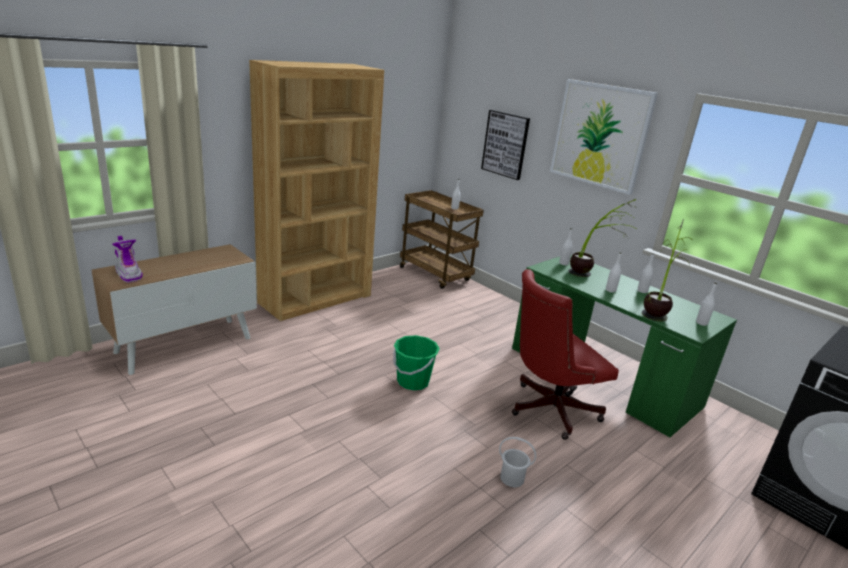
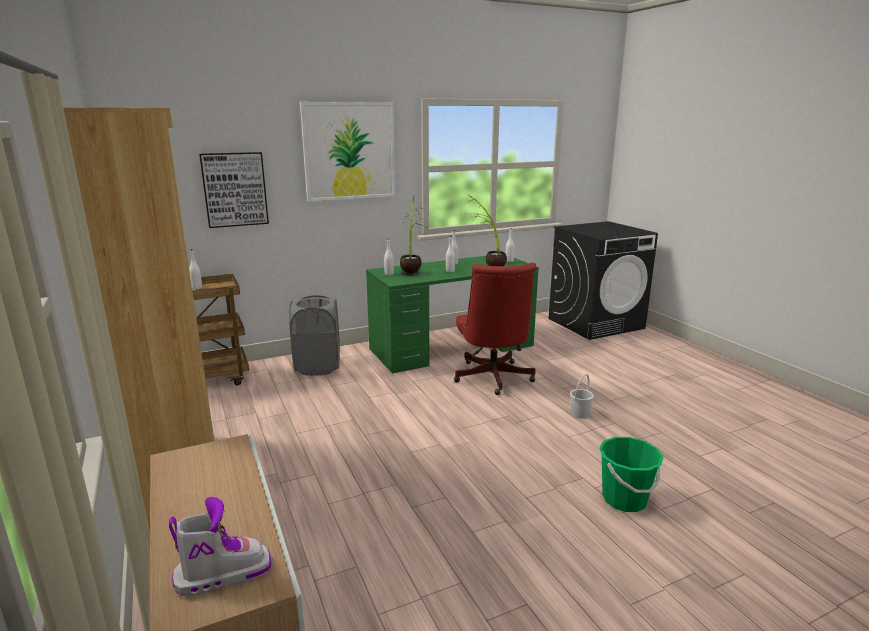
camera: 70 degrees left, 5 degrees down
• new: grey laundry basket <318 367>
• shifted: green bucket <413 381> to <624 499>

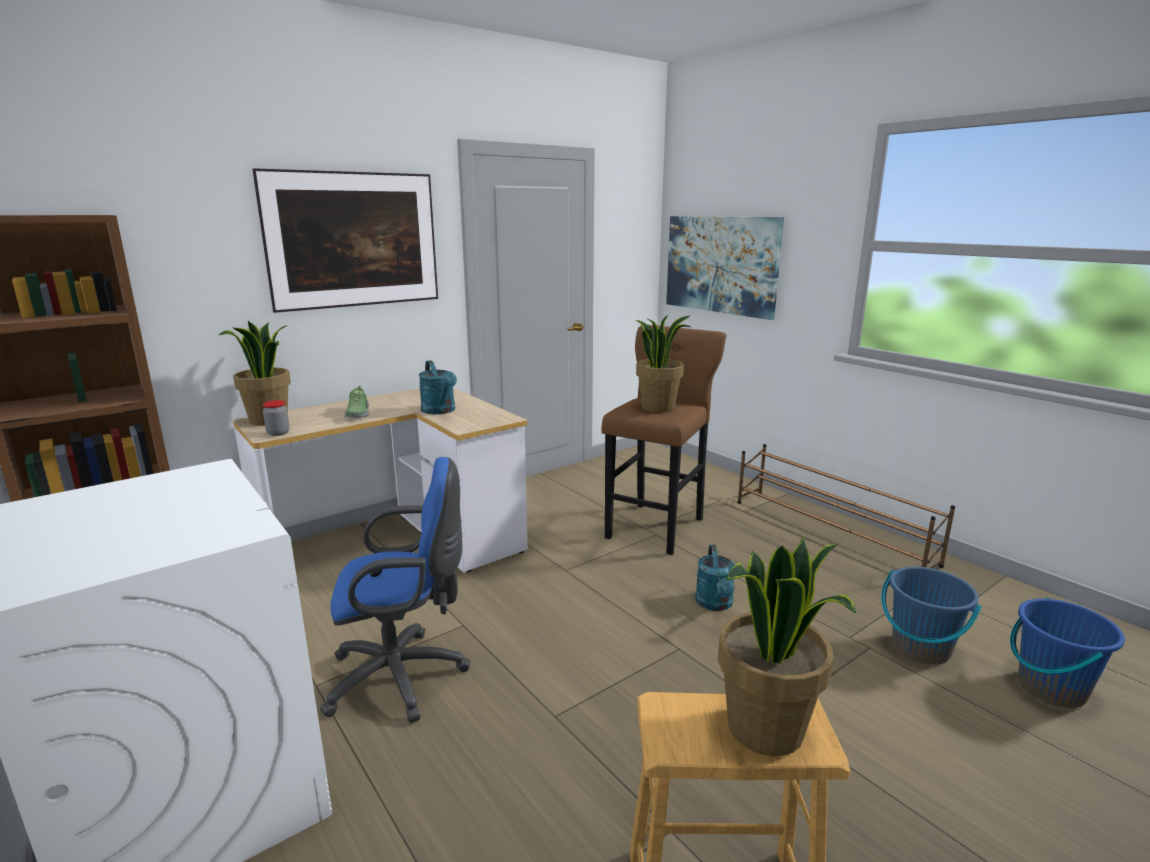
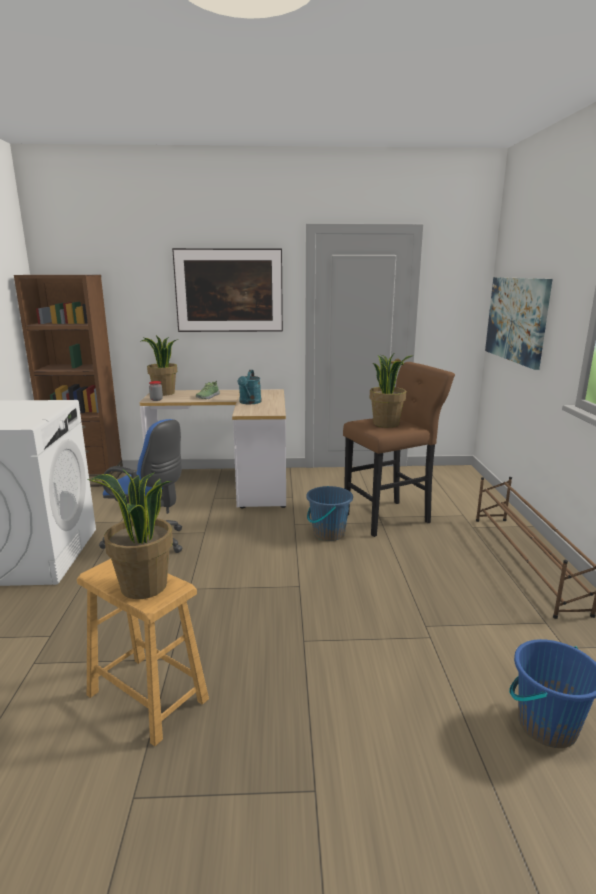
camera: 35 degrees right, 0 degrees up
• shifted: blue bucket <920 648> to <328 534>
• gone: turquoise watering can <715 604>

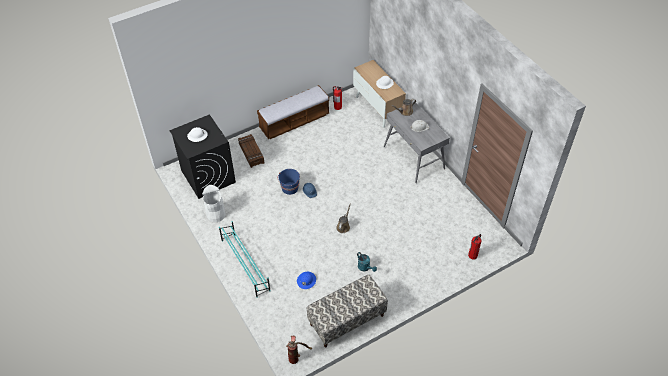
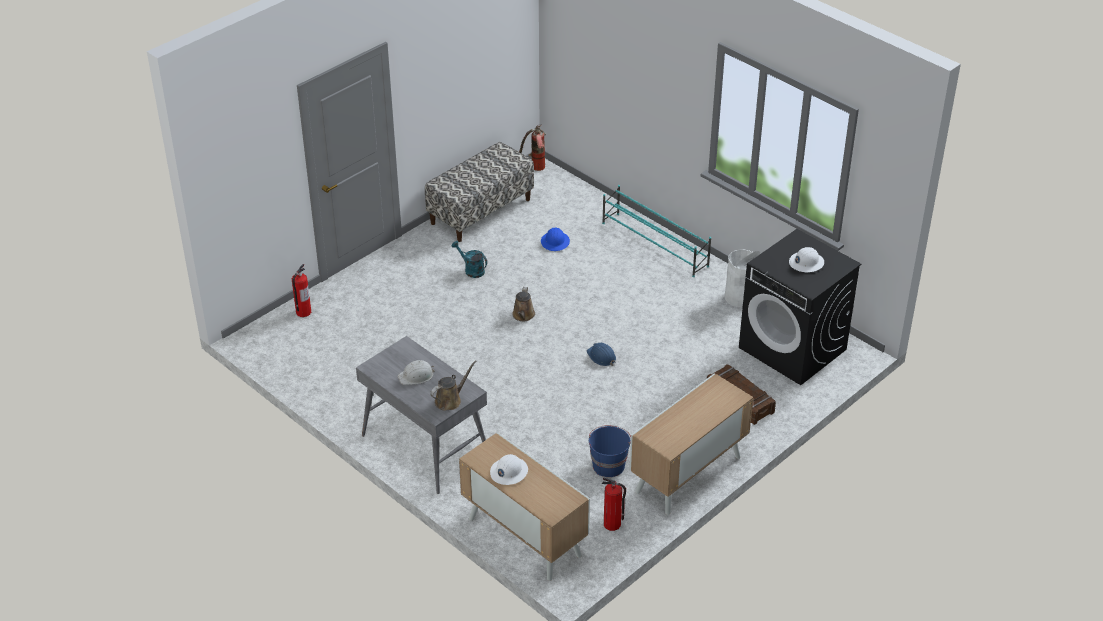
camera: 165 degrees right, 10 degrees down
• shifted: blue bucket <290 188> to <608 465>
• swapped: bench <294 122> to cabinet <688 475>

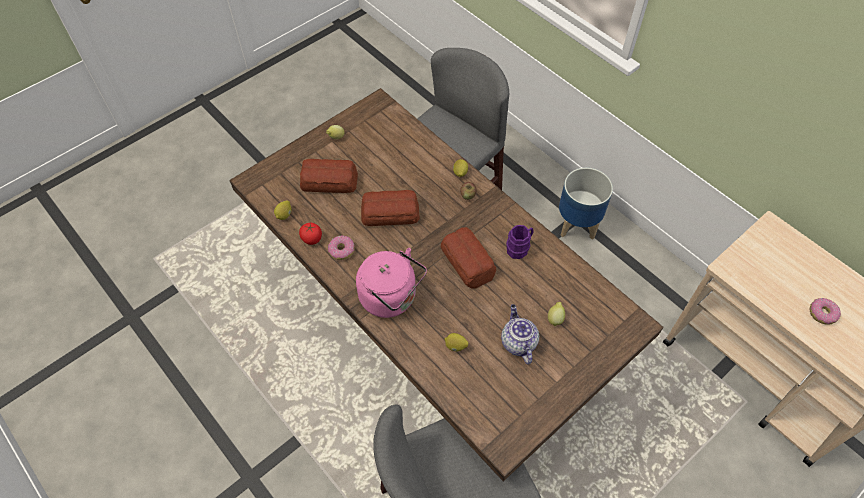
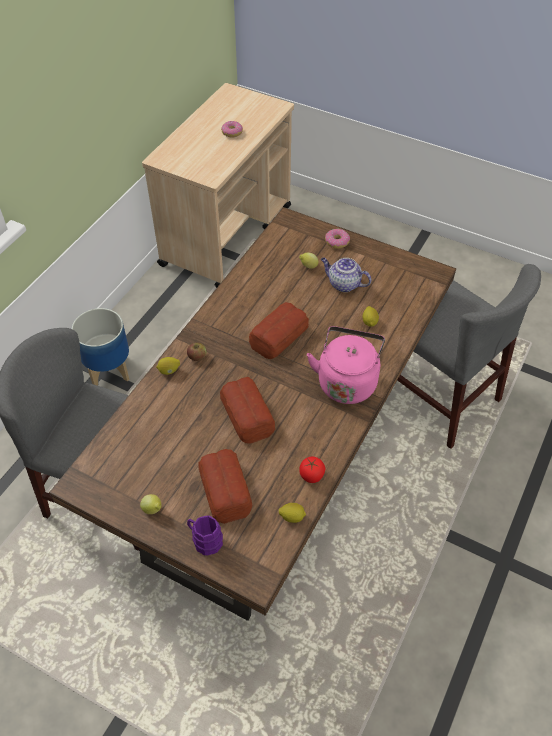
camera: 110 degrees left, 5 degrees down
• shifted: purple mug <519 248> to <204 540>
• rotated: teapot <517 342> = <343 284> 60 degrees clockwise
• shifted: donut <341 250> to <337 242>

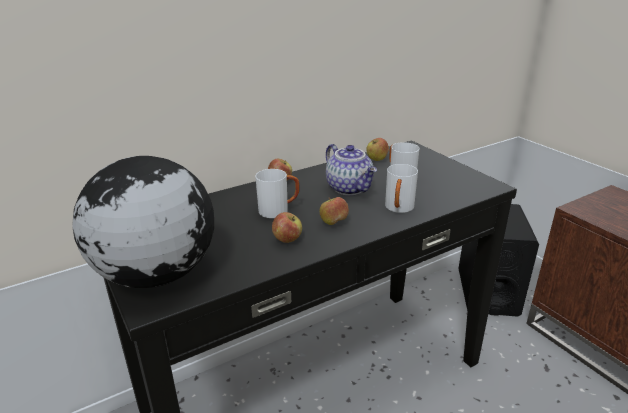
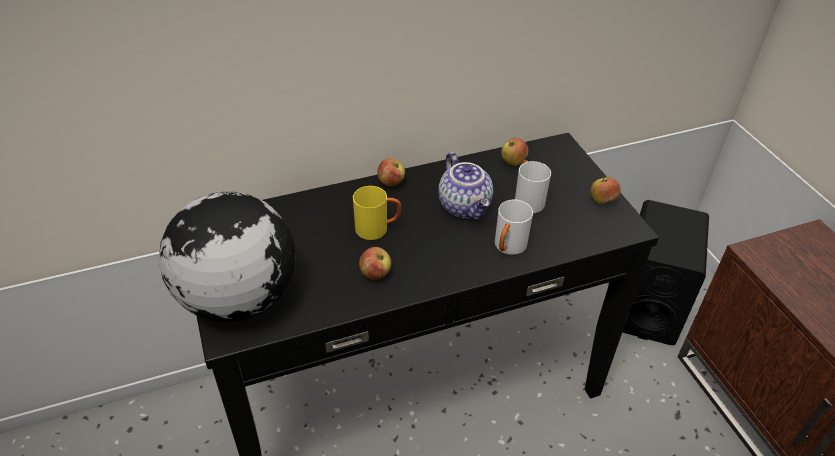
camera: 10 degrees right, 15 degrees up
• repainted: white mug <279 210> to yellow mug <378 229>
• shifted: apple <333 222> to <602 200>

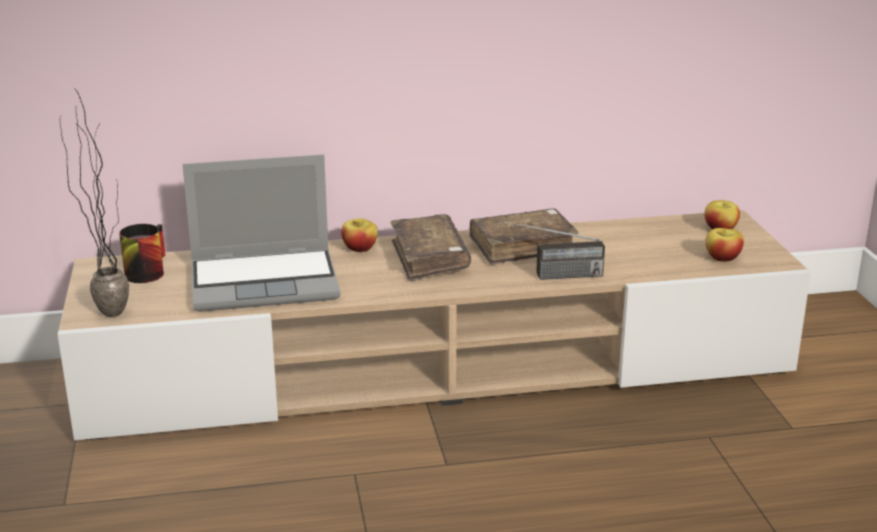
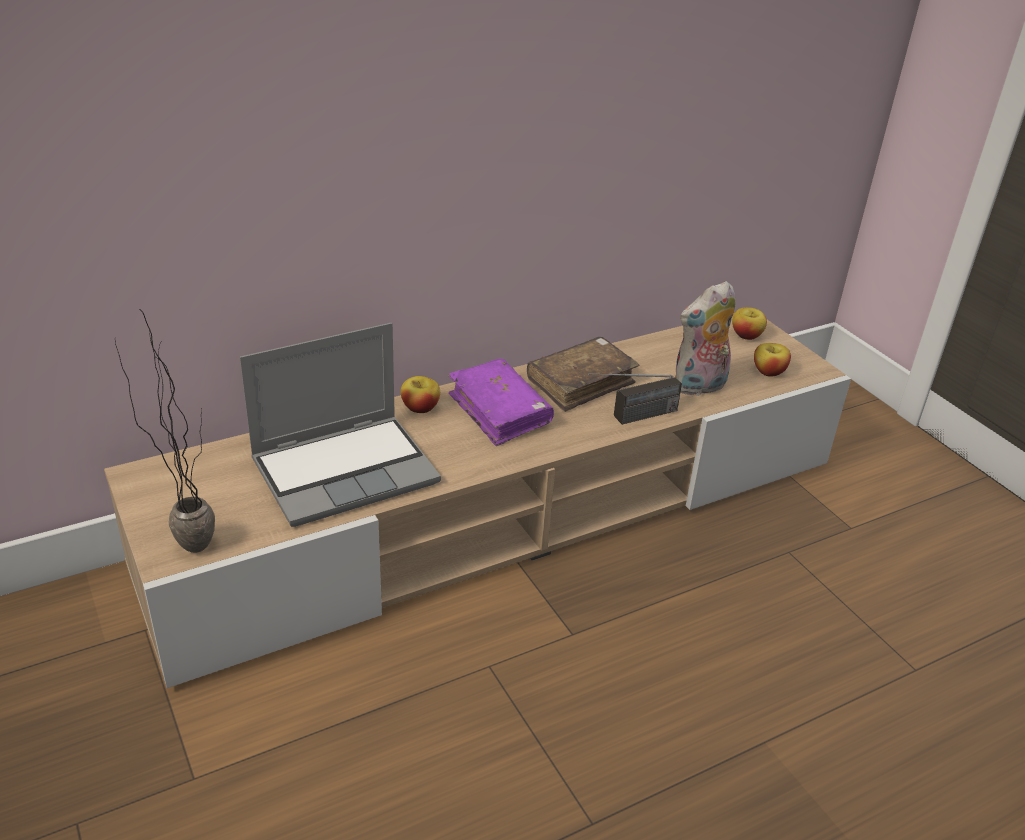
camera: 20 degrees left, 10 degrees up
• repainted: brown book <429 258> to purple book <499 412>
• new: plush toy <699 387>
• gone: mug <145 271>

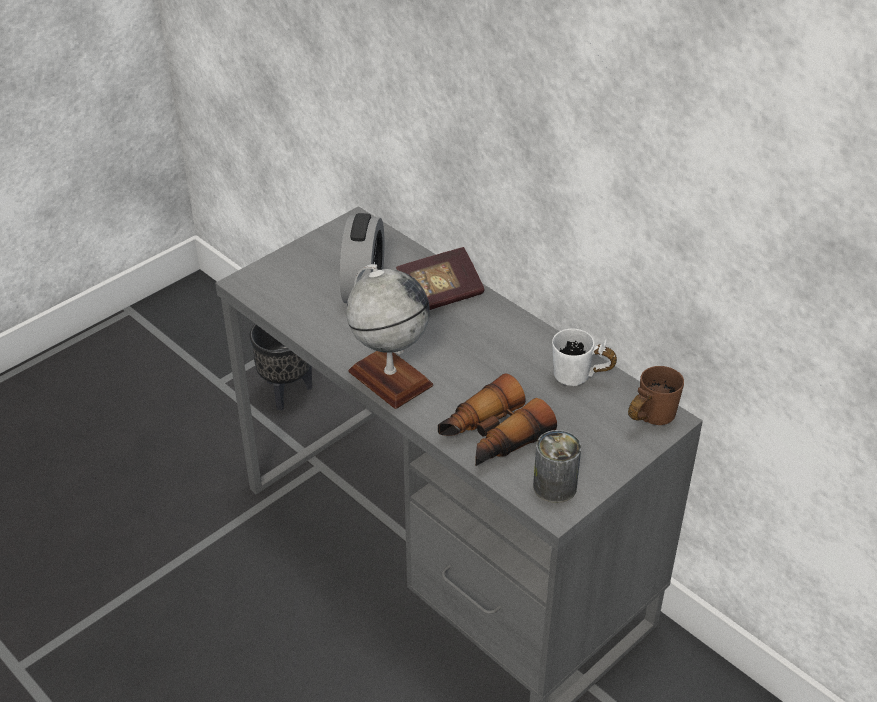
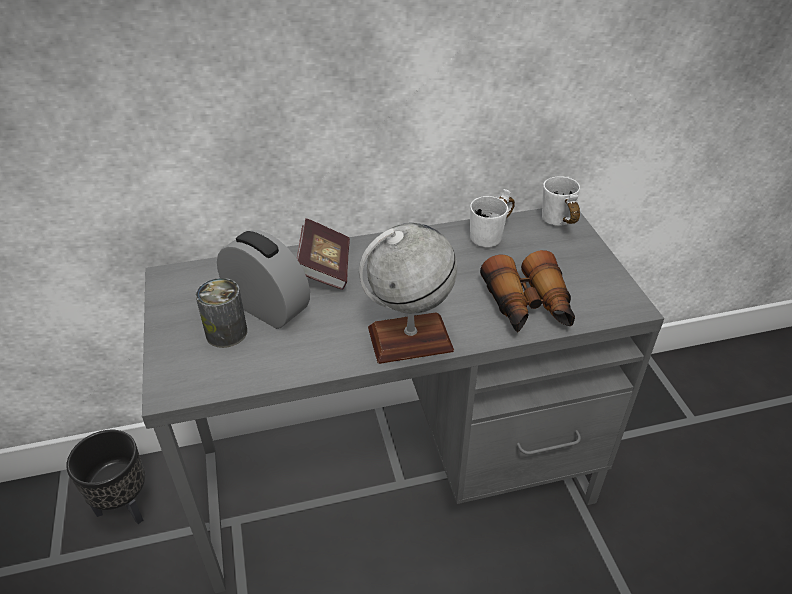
camera: 60 degrees left, 0 degrees up
• shifted: can <554 486> to <226 332>
• repainted: brown mug <647 417> to white mug <555 224>

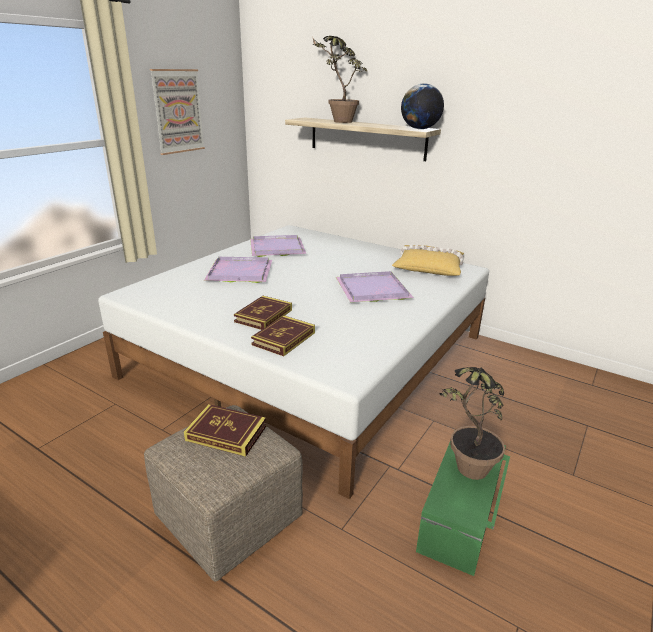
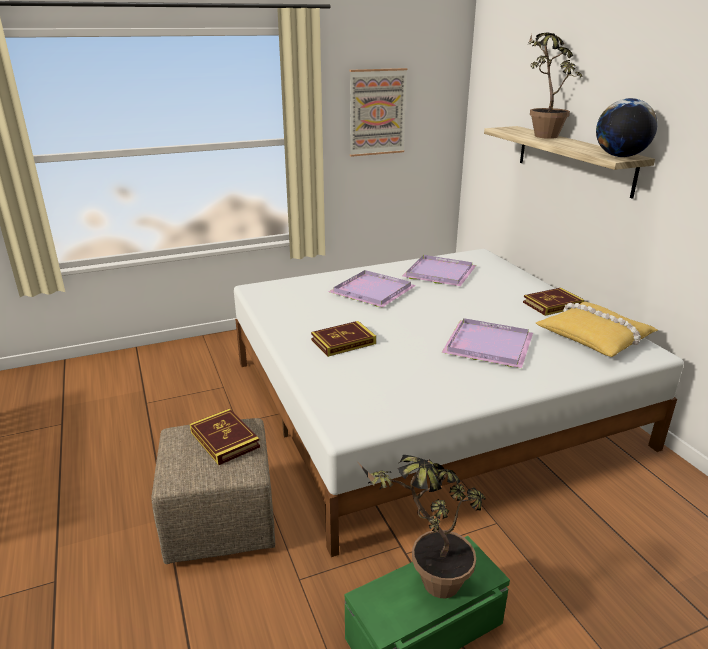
camera: 35 degrees right, 0 degrees up
• shifted: book <284 338> to <552 304>

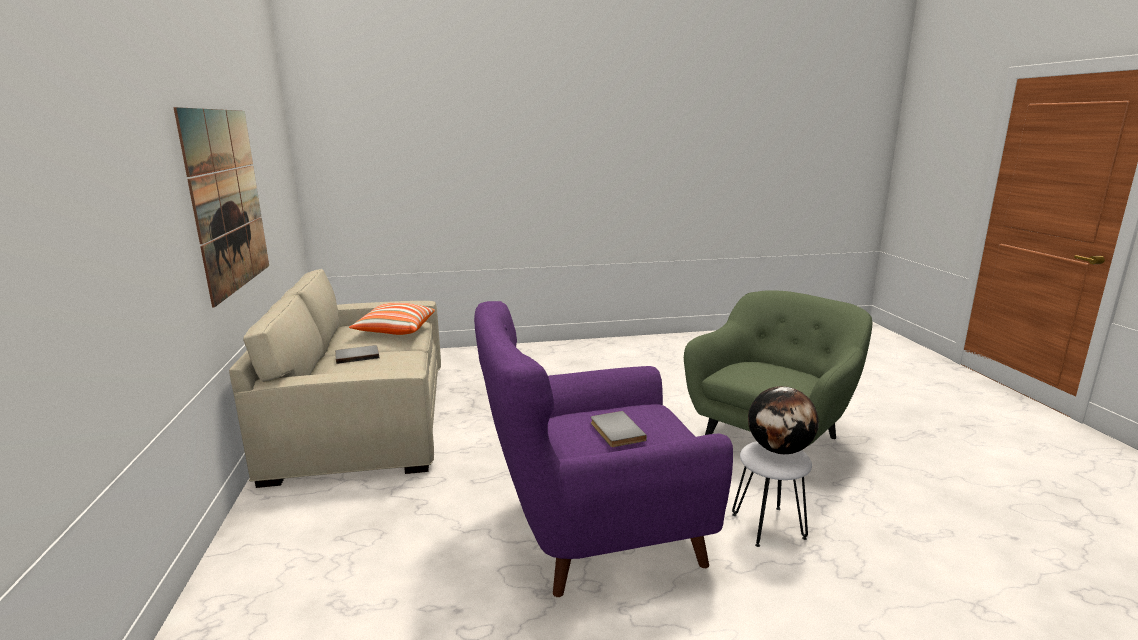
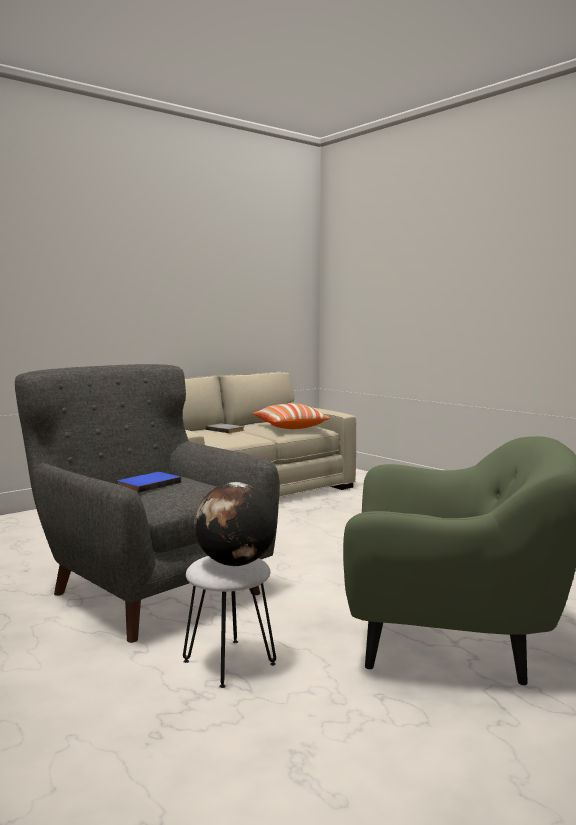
camera: 60 degrees right, 10 degrees down
• repainted: purple armchair <592 531> to grey armchair <151 588>
• repainted: grey book <615 431> to blue book <147 484>
• gone: picture <227 200>

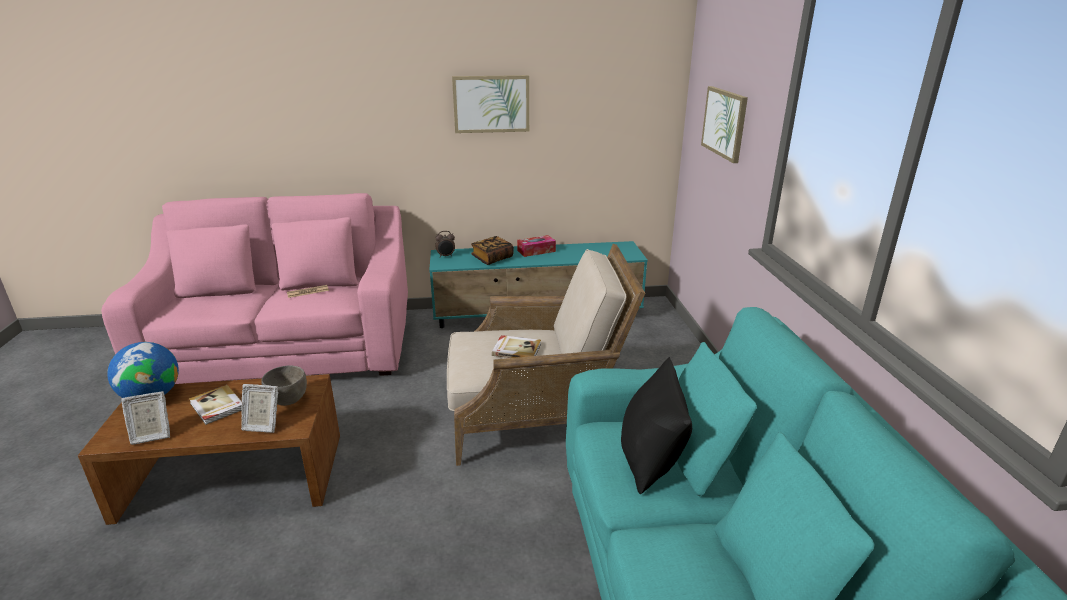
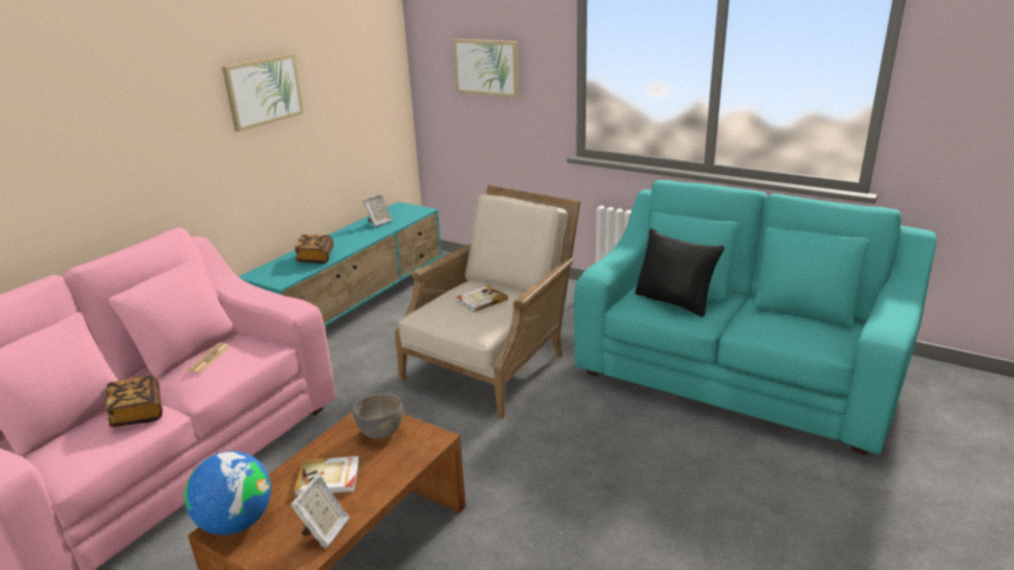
camera: 50 degrees left, 0 degrees up
• new: book <137 412>
• shifted: picture frame <262 425> to <379 223>
• gone: alarm clock <446 256>
• gone: tissue box <536 251>

